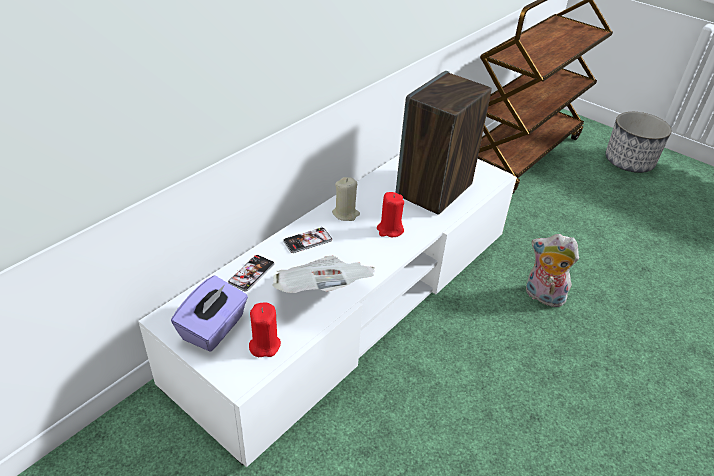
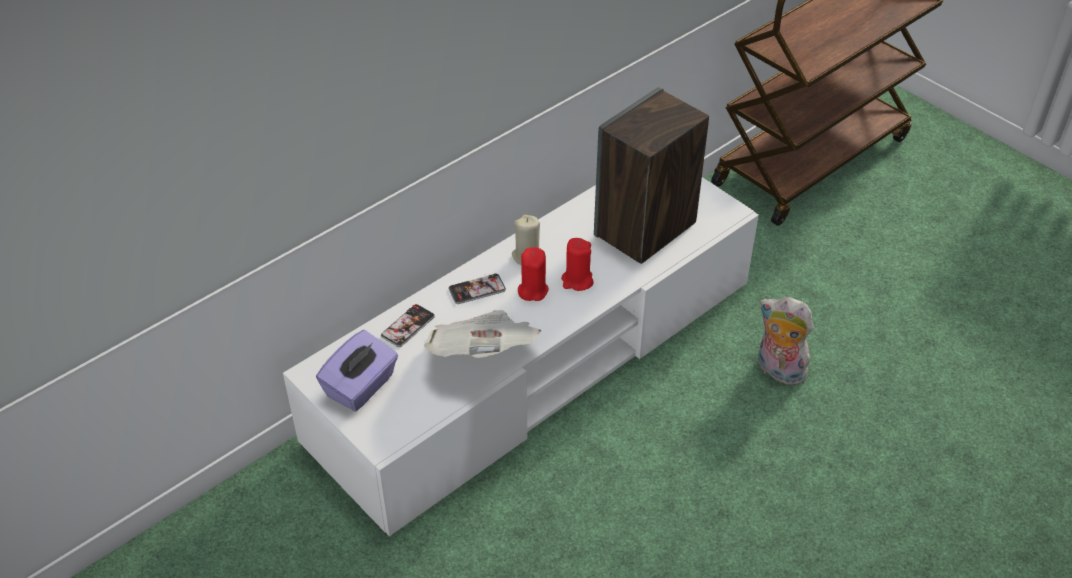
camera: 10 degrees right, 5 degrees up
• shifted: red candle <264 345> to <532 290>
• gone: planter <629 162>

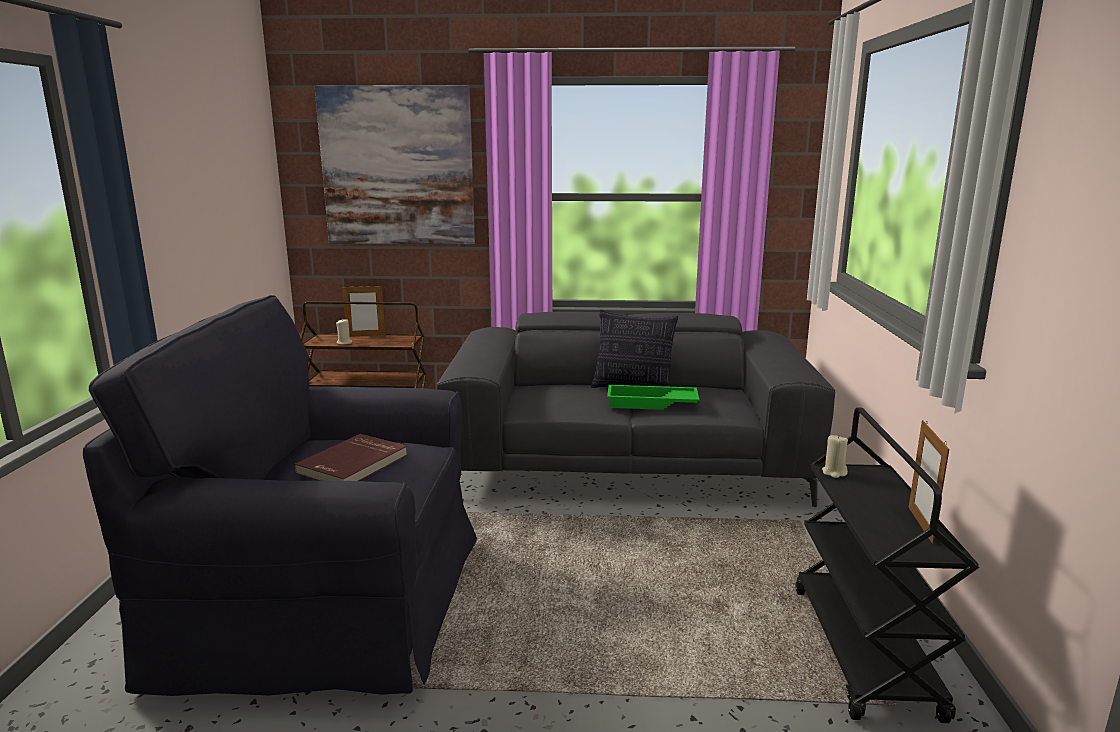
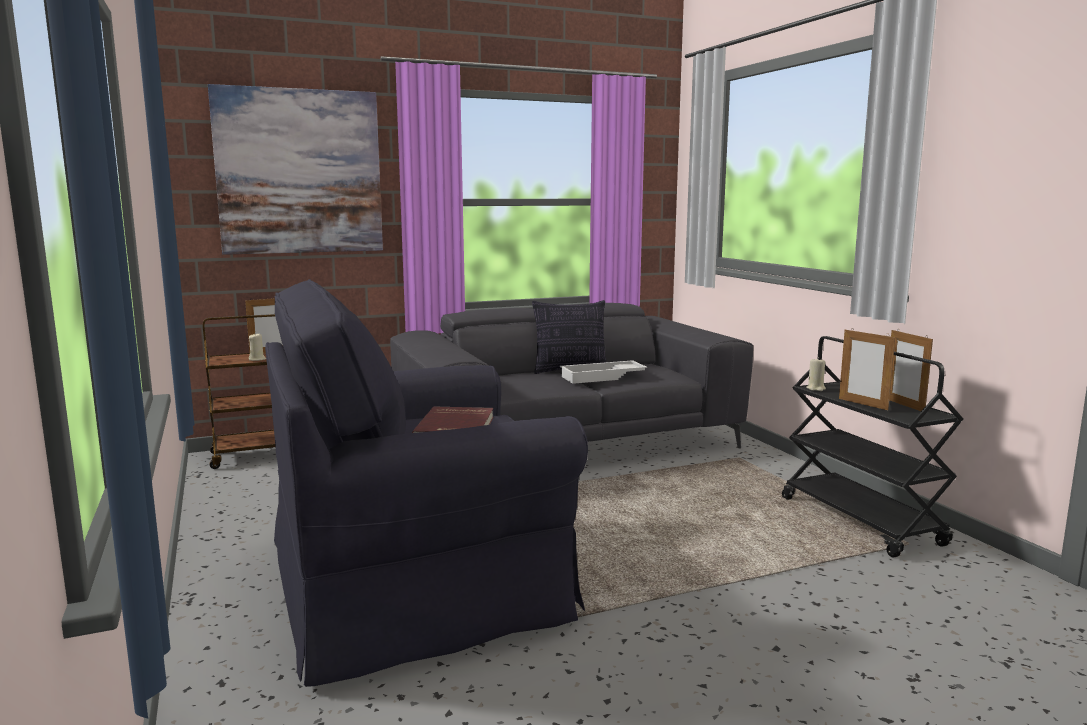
camera: 25 degrees left, 5 degrees down
• repainted: green tray <651 404> to white tray <602 377>
• new: picture frame <863 404>

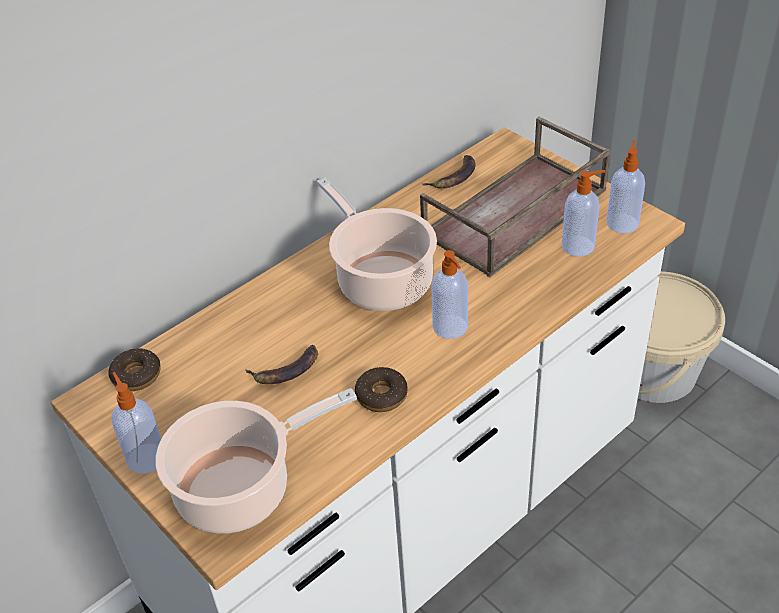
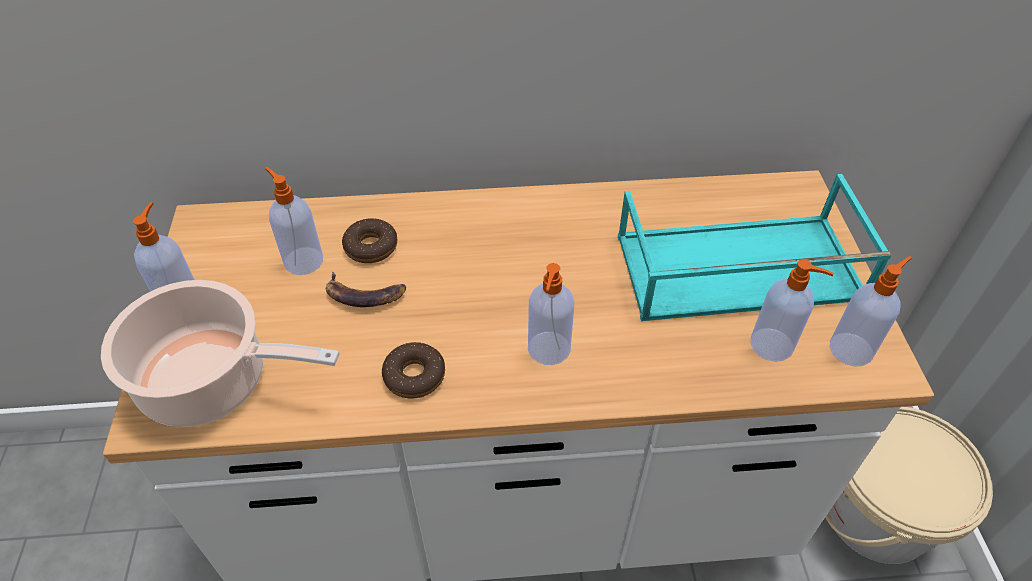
camera: 35 degrees right, 5 degrees up
• new: soap dispenser <303 260>
• shifted: donut <136 375> to <371 247>
• repainted: brown tray <515 214> to turquoise tray <736 269>
• gone: cooking pot <381 280>
• gone: banana <454 177>

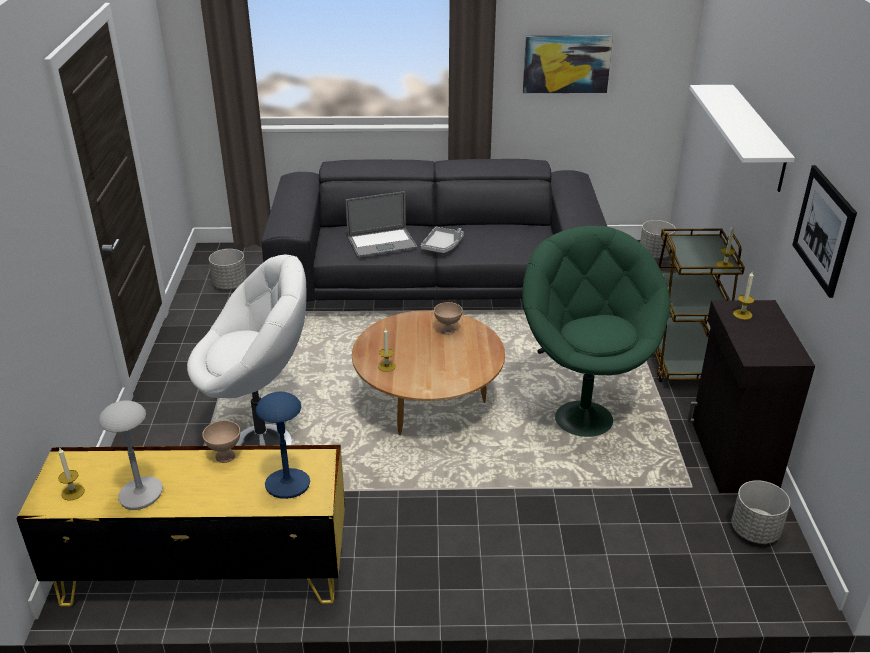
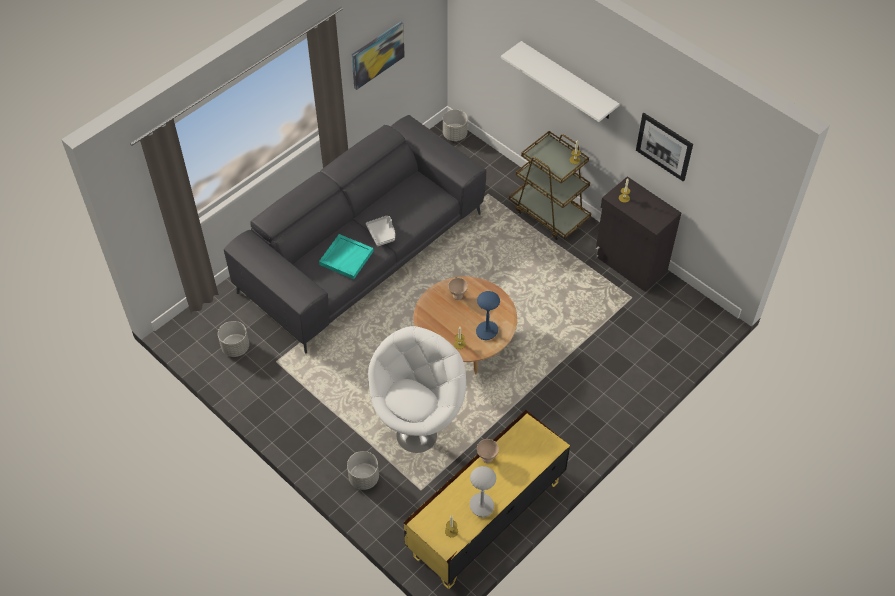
camera: 45 degrees left, 20 degrees up
• swapped: laptop <382 243> to turquoise tray <346 257>
• shifted: grey planter <755 531> to <364 478>
• shifted: blue table lamp <287 485> to <487 331>
• gone: green armchair <583 417>

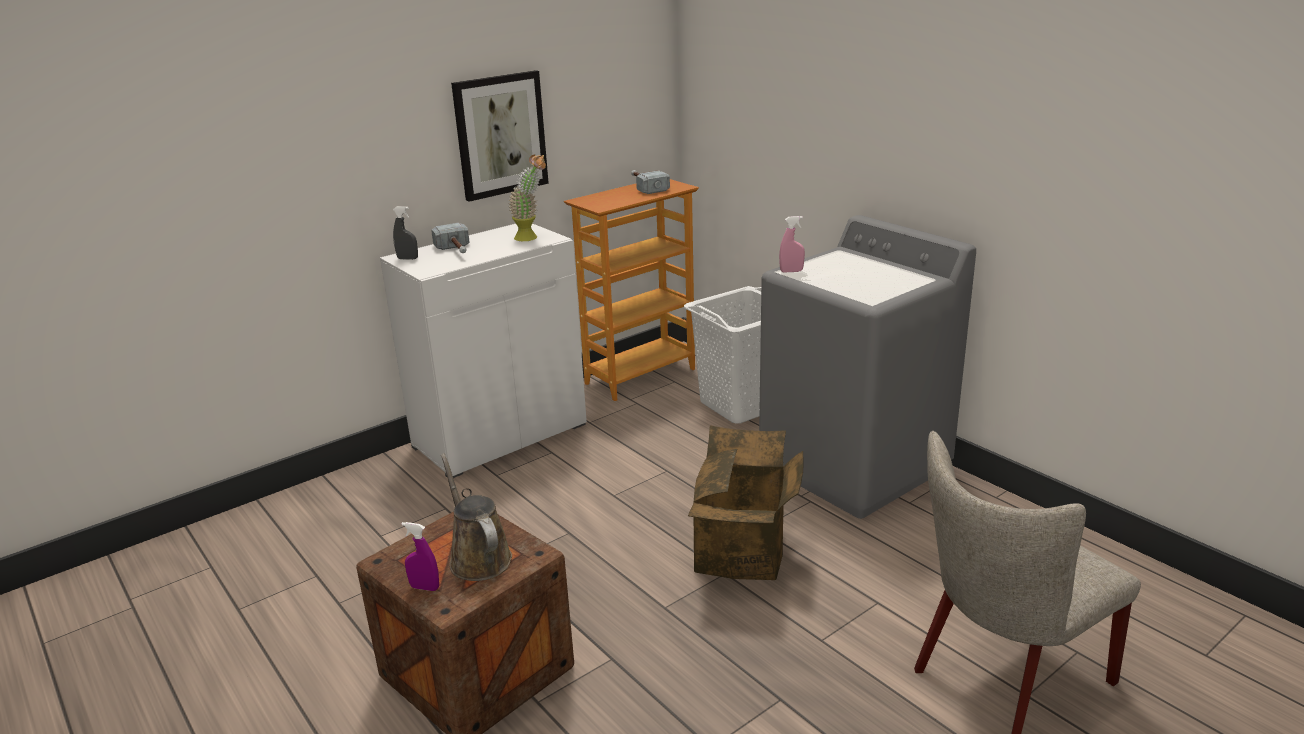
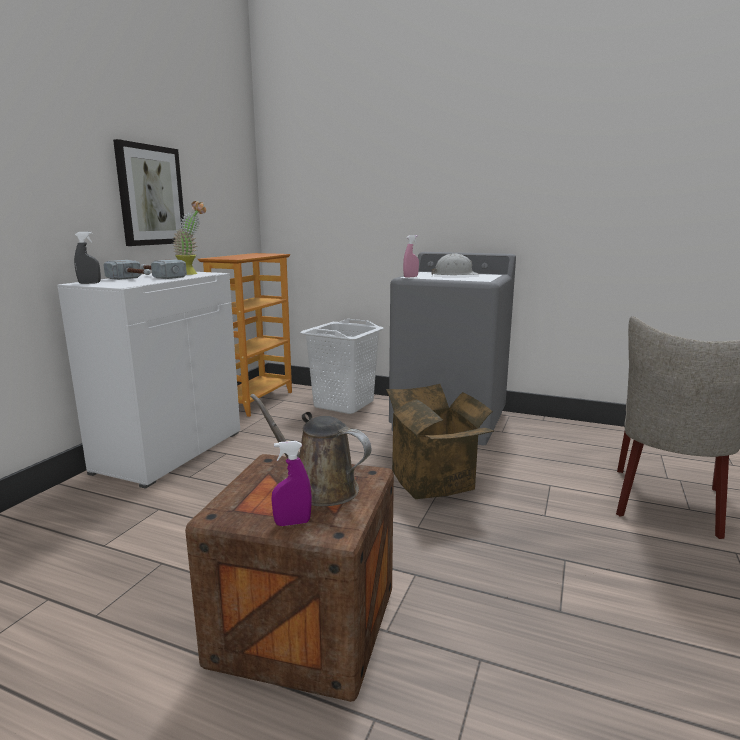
camera: 30 degrees left, 10 degrees down
• shifted: hammer <645 187> to <159 276>
• new: white hard hat <455 275>

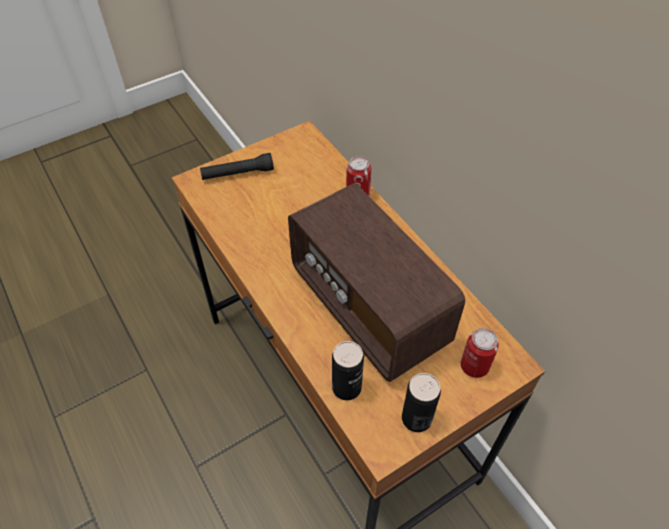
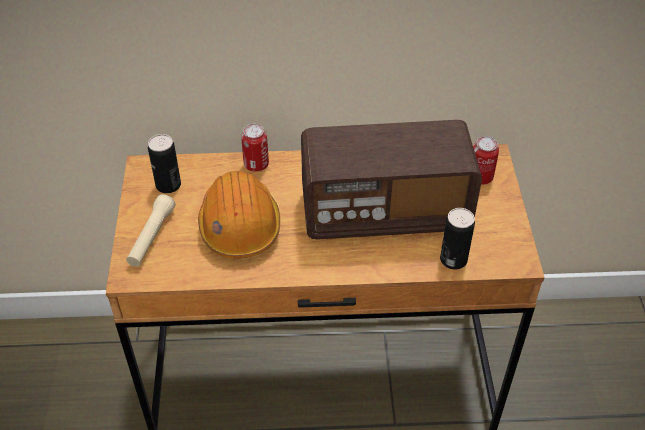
camera: 60 degrees left, 5 degrees down
• repainted: black flashlight <237 173> to beige flashlight <151 237>
• shifted: can <416 418> to <168 185>
• new: orange hard hat <240 225>

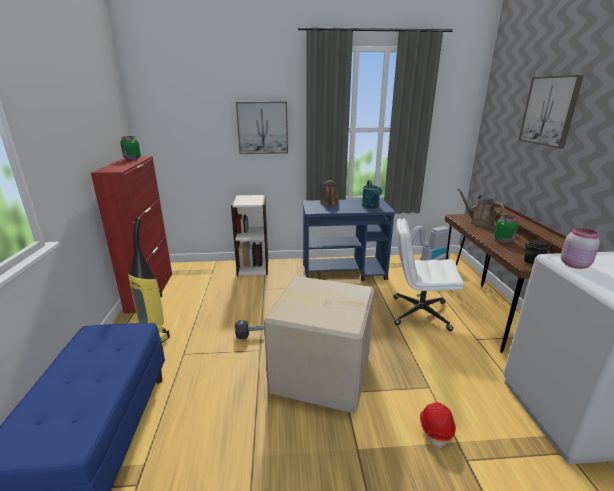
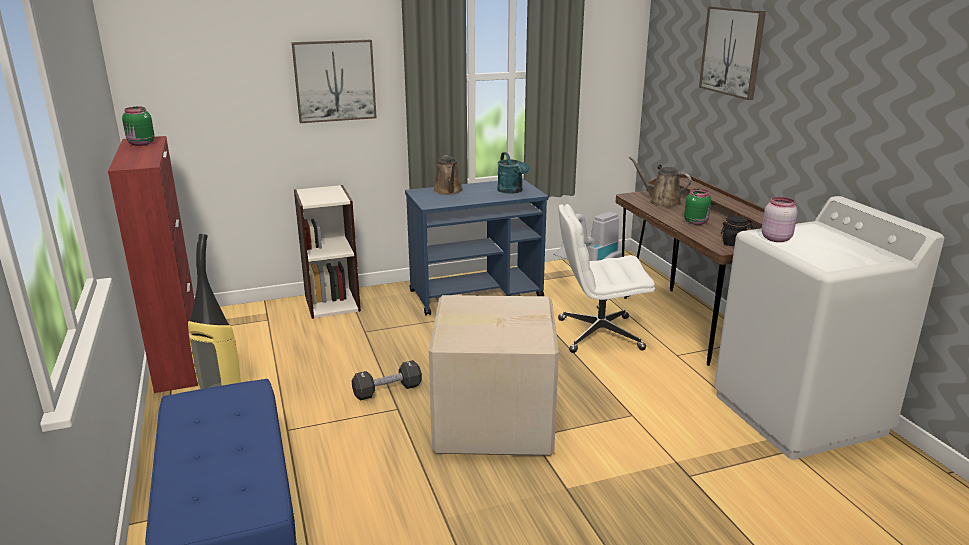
camera: 15 degrees left, 0 degrees up
• gone: red hard hat <435 428>

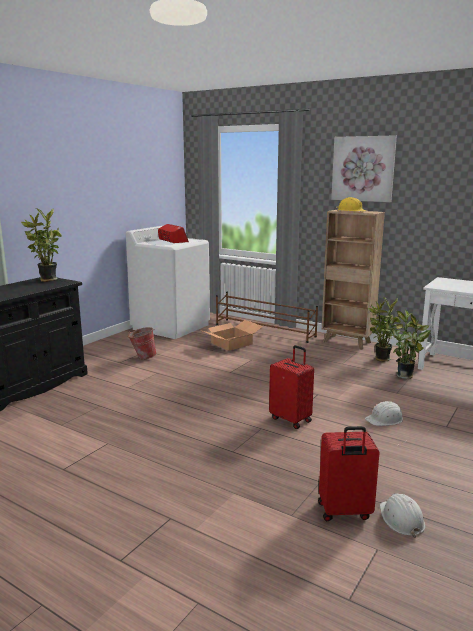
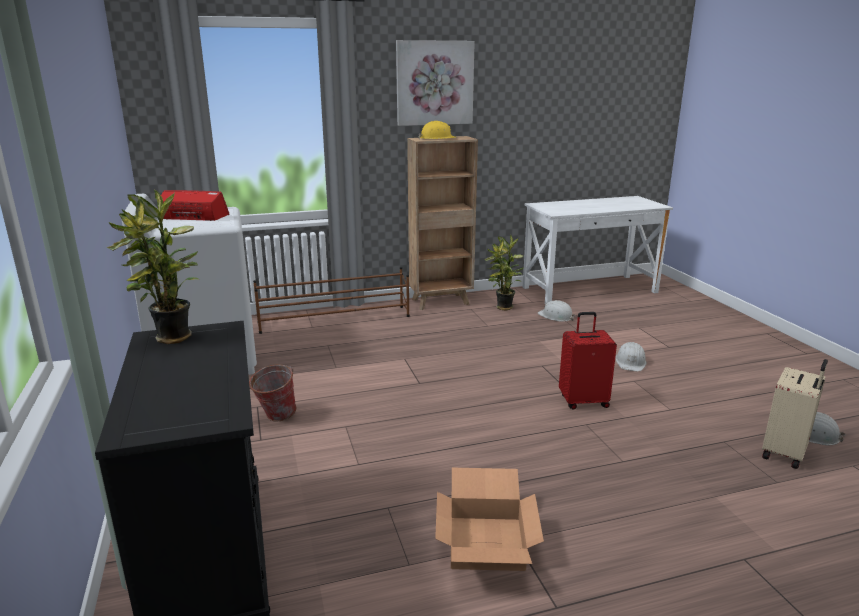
camera: 50 degrees left, 5 degrees up
• shifted: cardboard box <231 343> to <484 542>
• swapped: potted plant <406 376> to white hard hat <556 316>
• repainted: red suitcase <344 512> to beige suitcase <785 453>

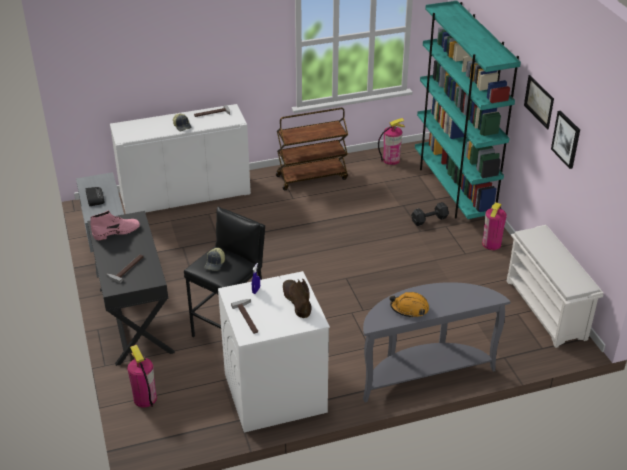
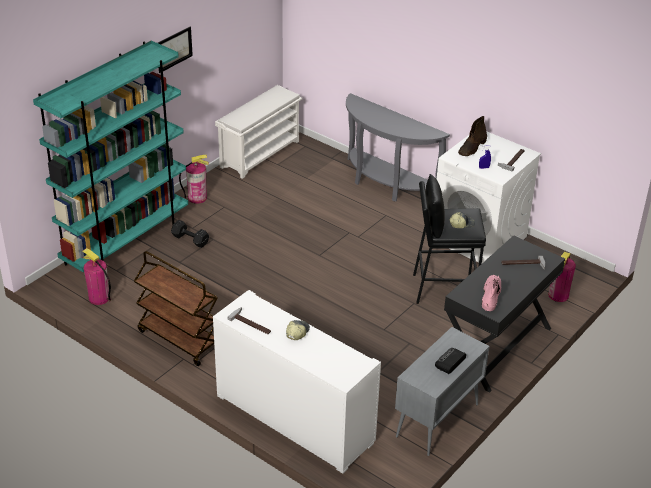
camera: 125 degrees left, 0 degrees up
• rotated: pink boot <117 232> = <491 295> 75 degrees clockwise
• gone: orange hard hat <409 308>
• gone: picture <566 139>

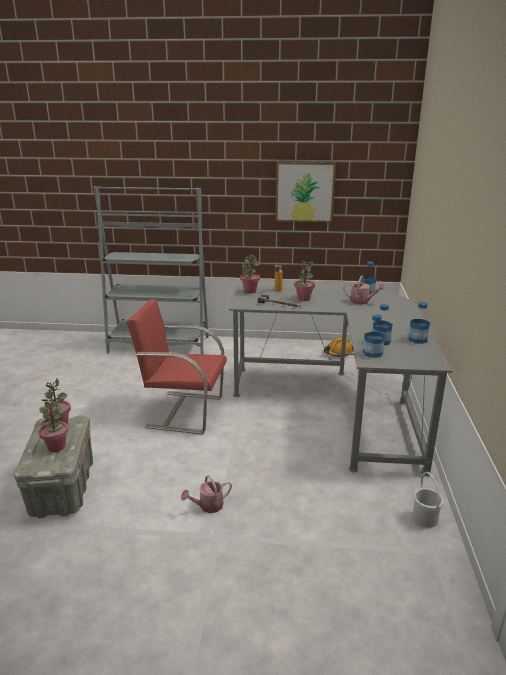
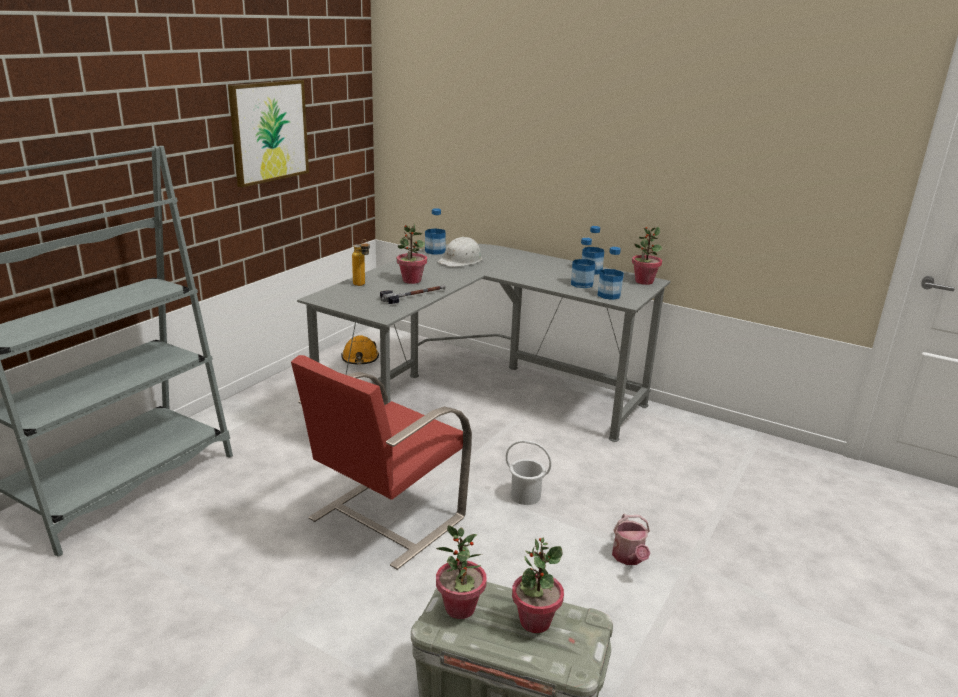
camera: 65 degrees left, 0 degrees up
• swapped: watering can <362 301> to white hard hat <461 260>
• shifted: white bucket <425 518> to <525 495>
• shifted: potted plant <250 291> to <643 281>

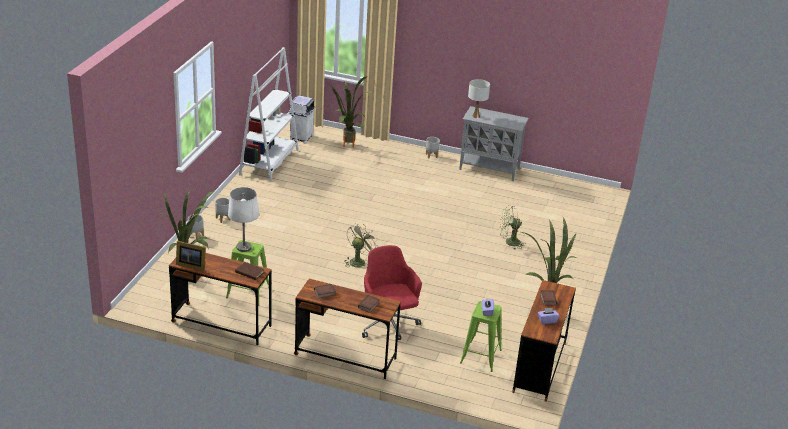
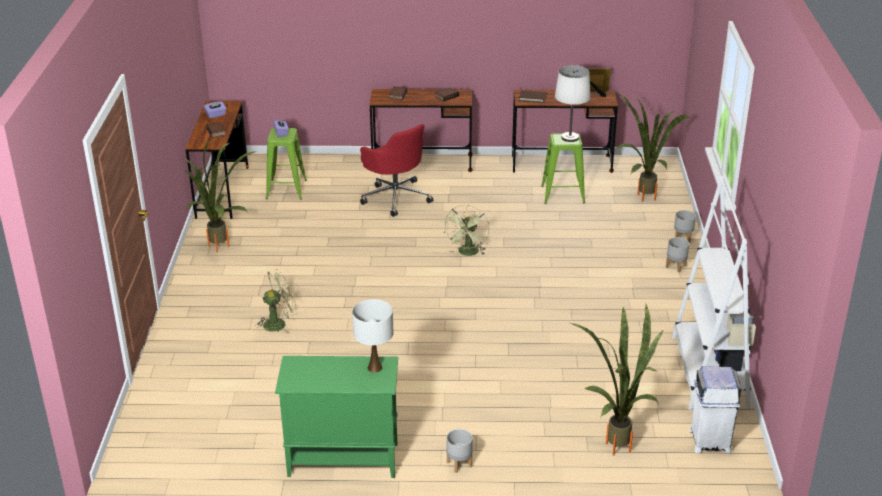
camera: 165 degrees right, 0 degrees up
• repainted: grey cabinet <490 169> to green cabinet <342 460>

